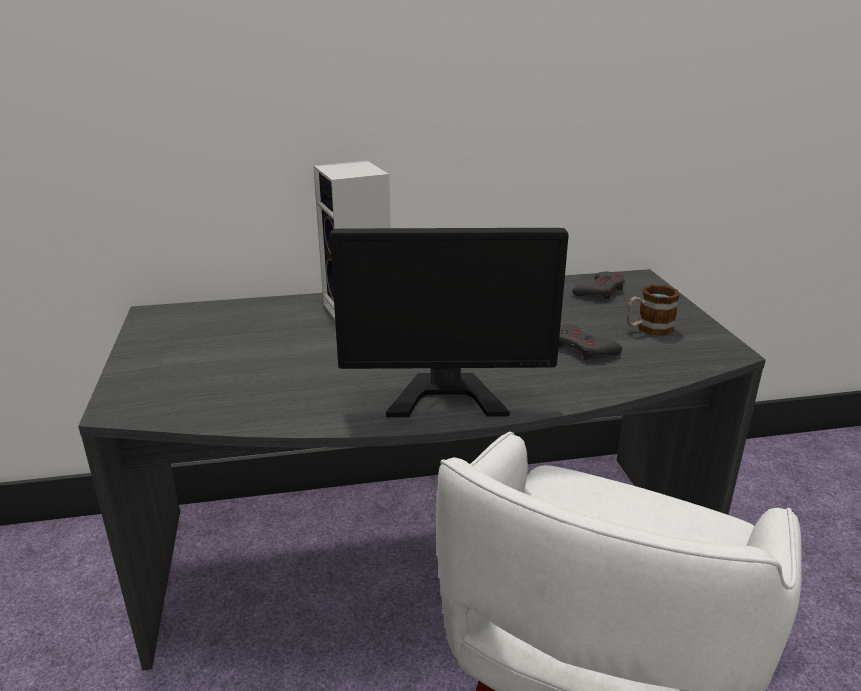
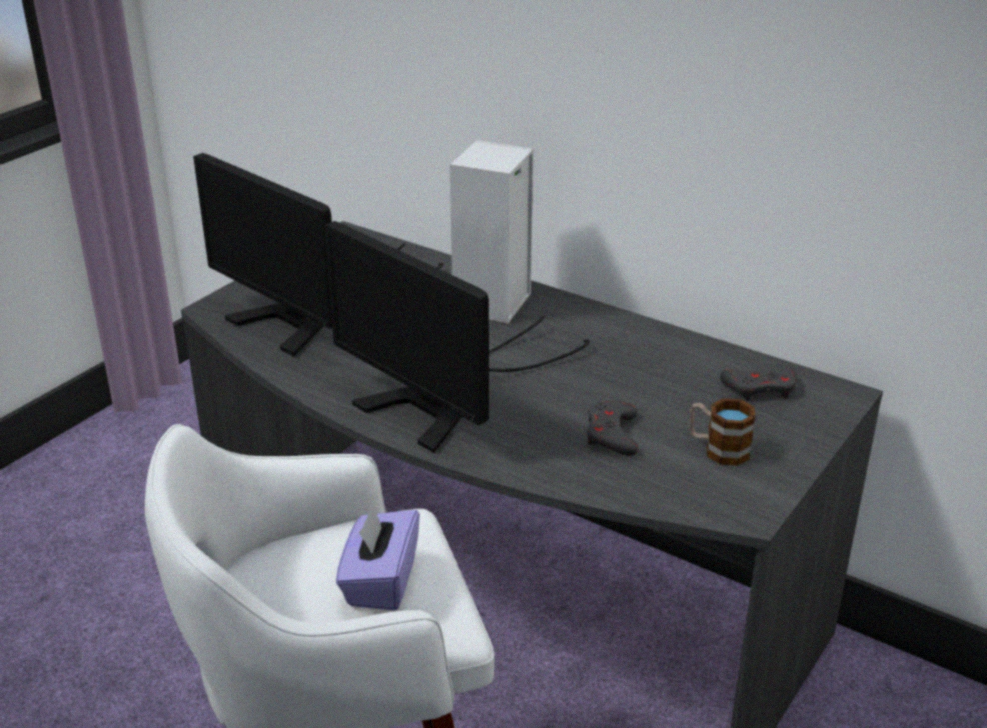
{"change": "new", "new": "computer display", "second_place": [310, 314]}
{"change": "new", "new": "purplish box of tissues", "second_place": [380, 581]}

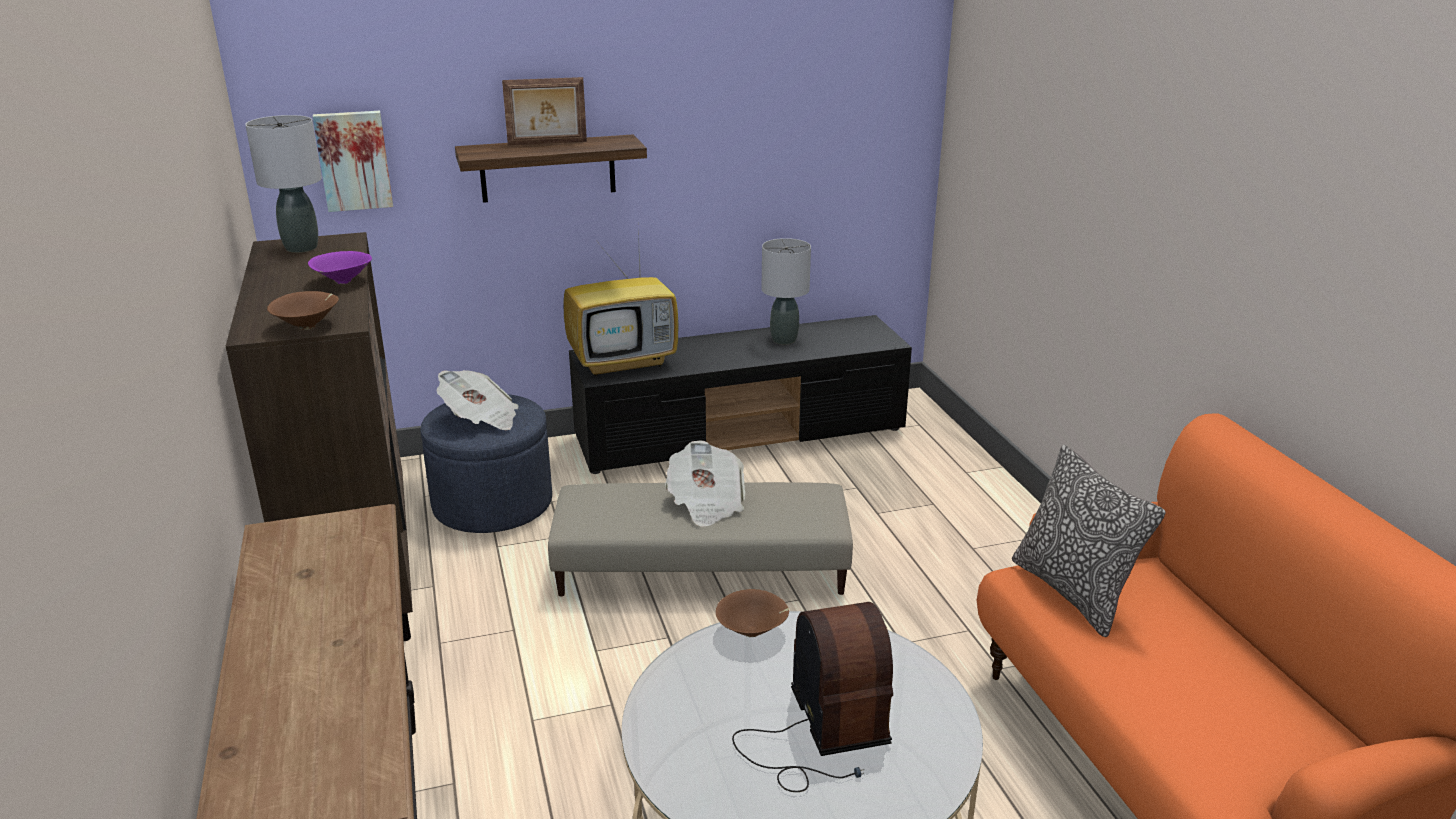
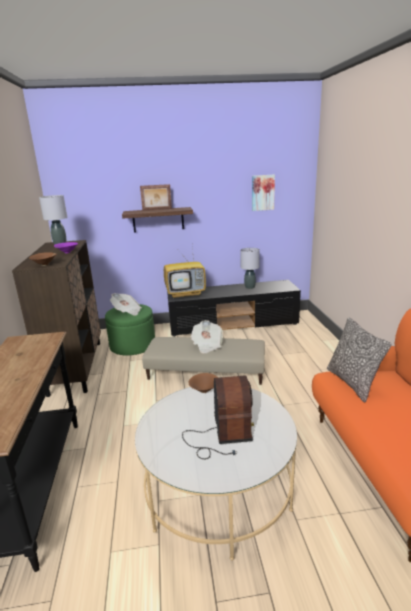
{"change": "shifted", "old": "wall art", "first_place": [354, 160], "second_place": [262, 192]}
{"change": "repainted", "old": "blue-coloured footrest", "new": "green footrest", "first_place": [493, 504], "second_place": [133, 345]}

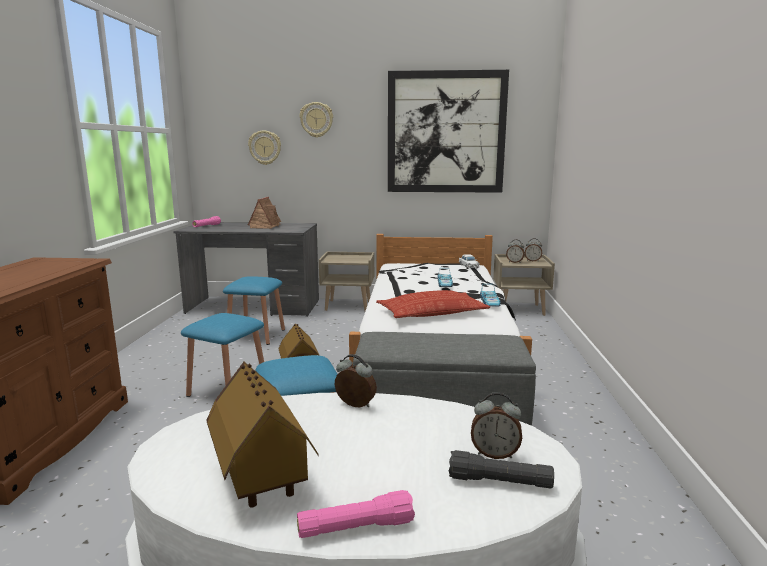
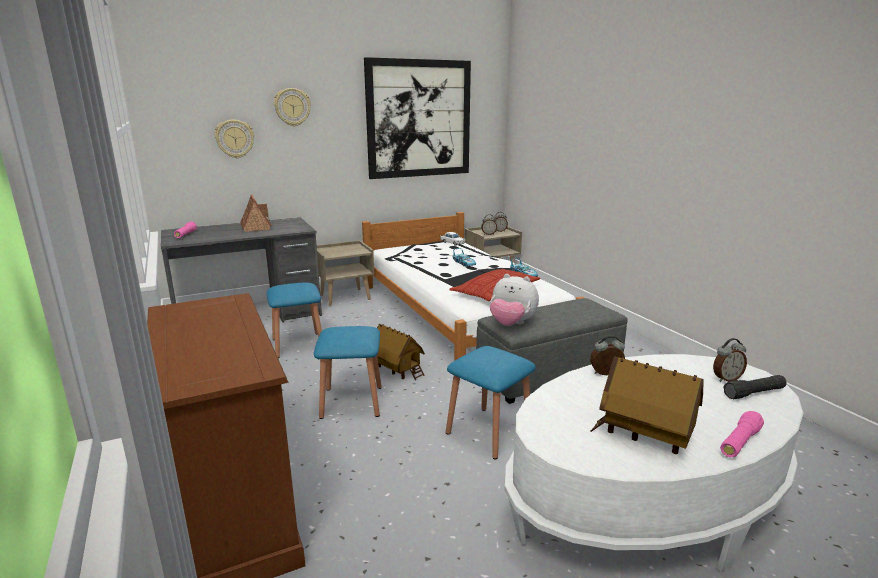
{"change": "new", "new": "plush toy", "second_place": [511, 324]}

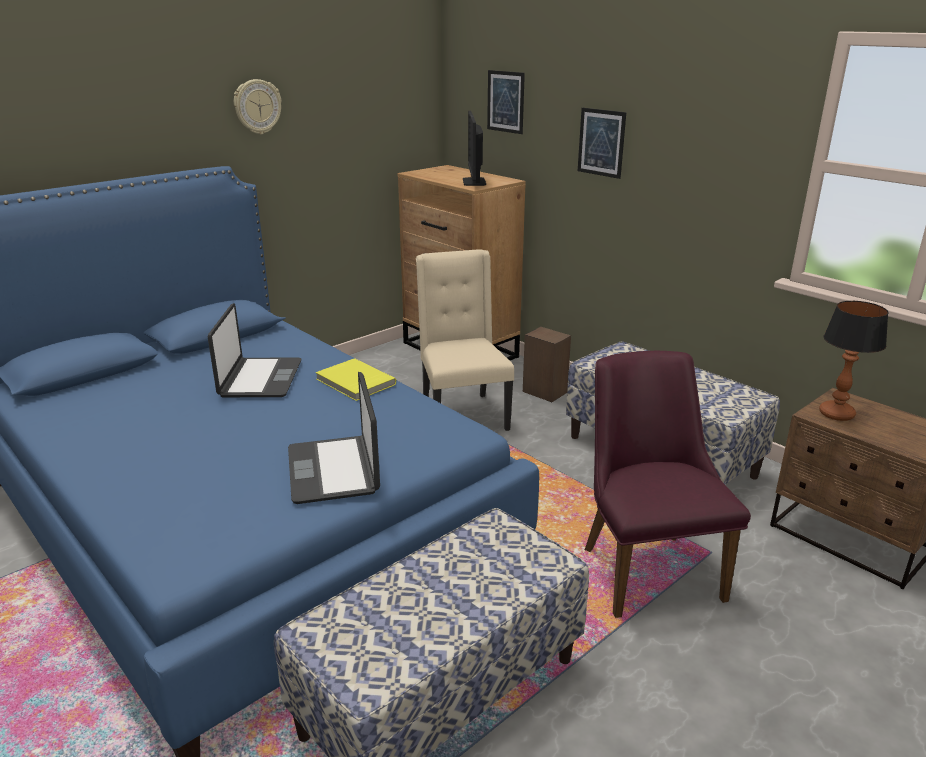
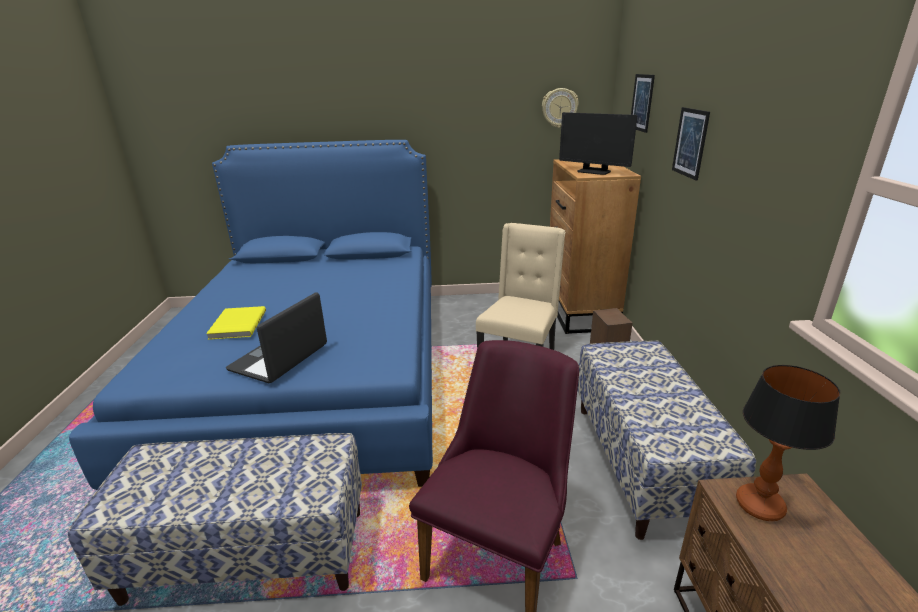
{"change": "gone", "old": "notebook computer", "first_place": [259, 379]}
{"change": "shifted", "old": "wall clock", "first_place": [257, 107], "second_place": [559, 108]}
{"change": "shifted", "old": "yellowish volume", "first_place": [354, 382], "second_place": [237, 325]}
{"change": "rotated", "old": "computer display", "first_place": [474, 182], "second_place": [594, 171], "degrees": -90}

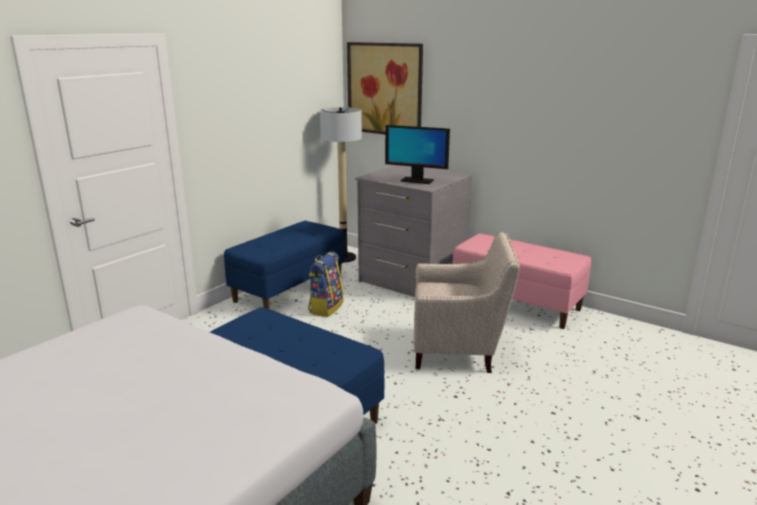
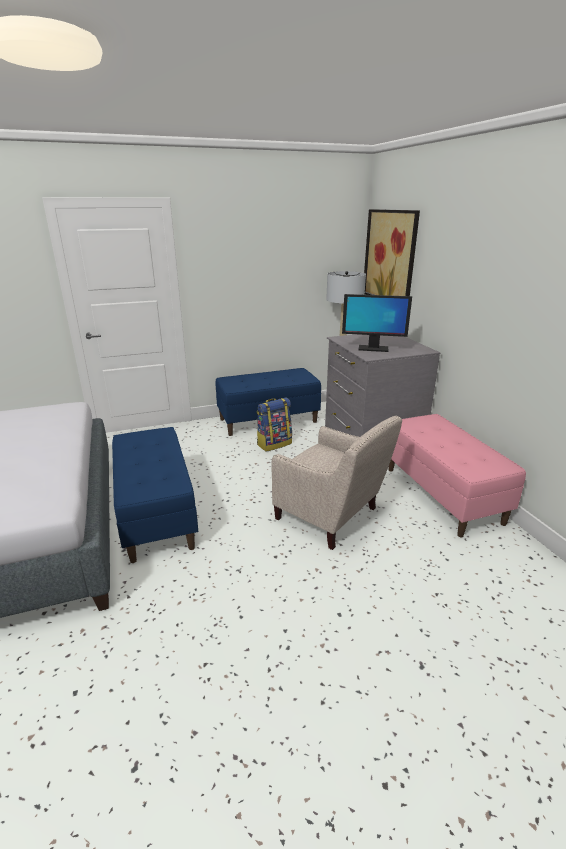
{"change": "rotated", "old": "computer display", "first_place": [416, 181], "second_place": [373, 349], "degrees": -45}

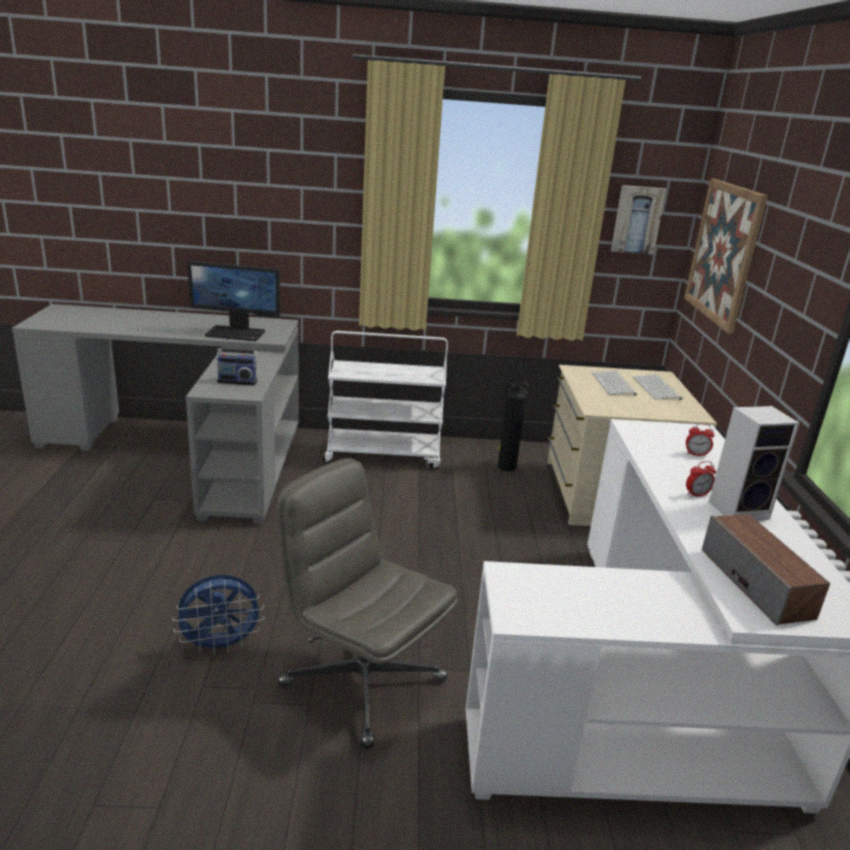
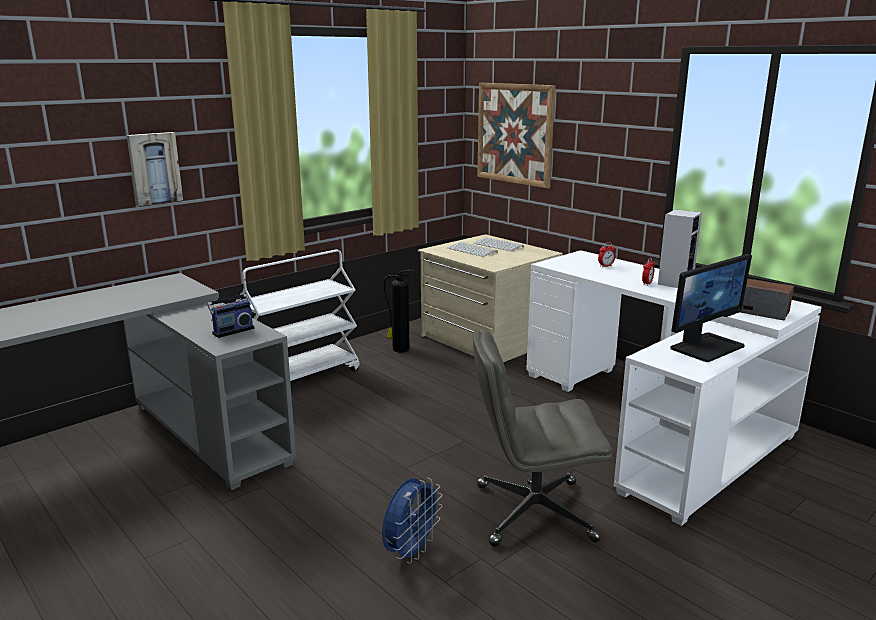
{"change": "shifted", "old": "computer display", "first_place": [236, 333], "second_place": [706, 347]}
{"change": "shifted", "old": "wall art", "first_place": [637, 219], "second_place": [154, 168]}

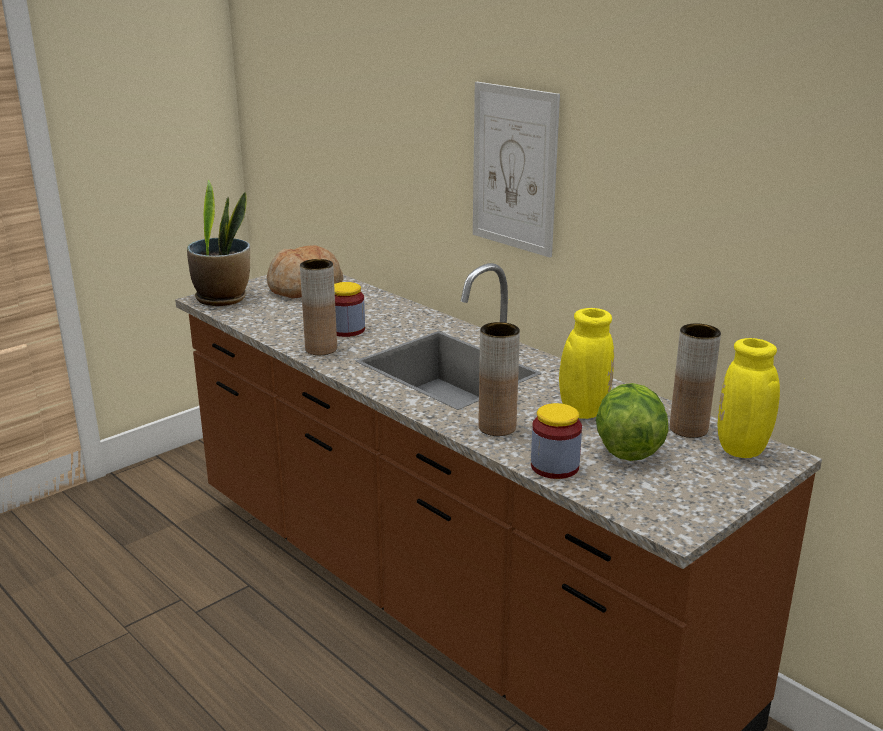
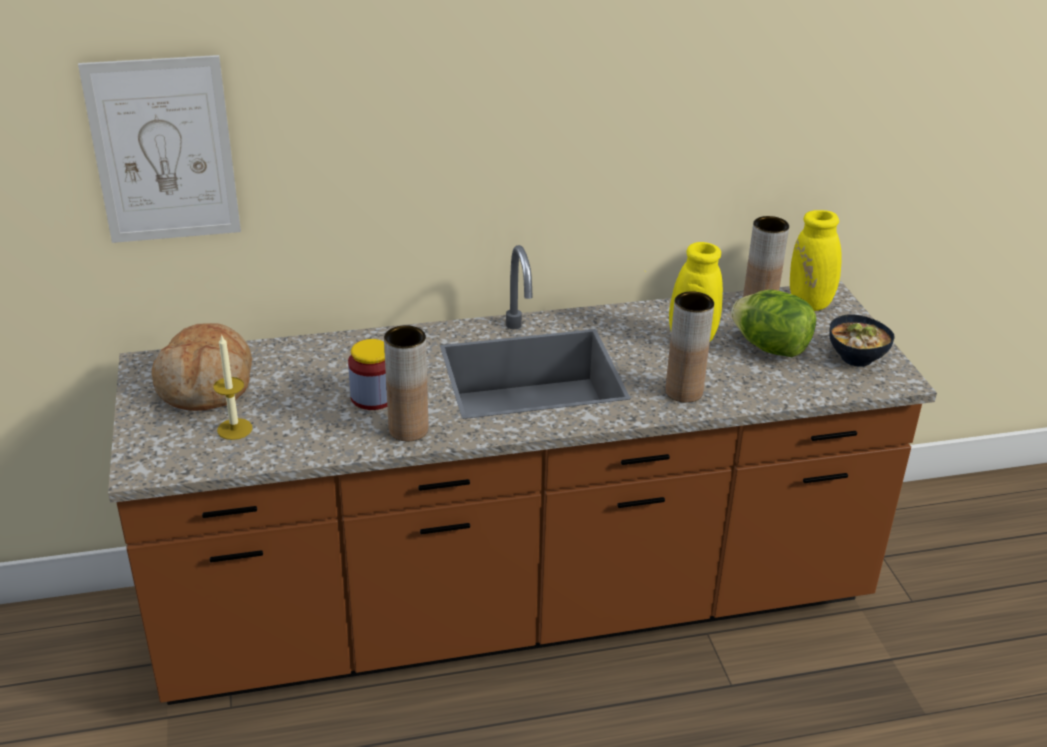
{"change": "gone", "old": "potted plant", "first_place": [223, 298]}
{"change": "gone", "old": "jar", "first_place": [554, 467]}
{"change": "new", "new": "candle", "second_place": [234, 429]}
{"change": "new", "new": "bowl", "second_place": [856, 357]}
{"change": "shifted", "old": "wall art", "first_place": [514, 168], "second_place": [163, 151]}

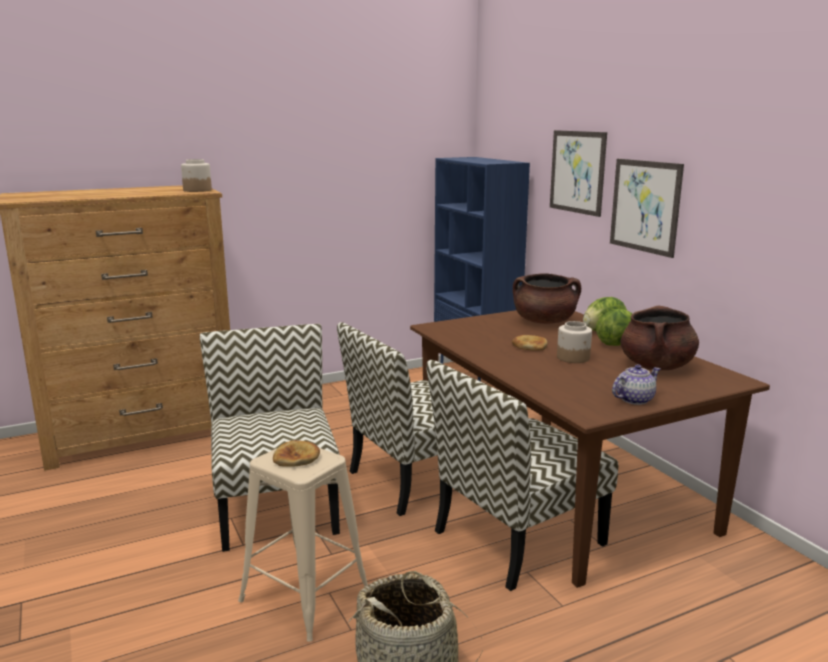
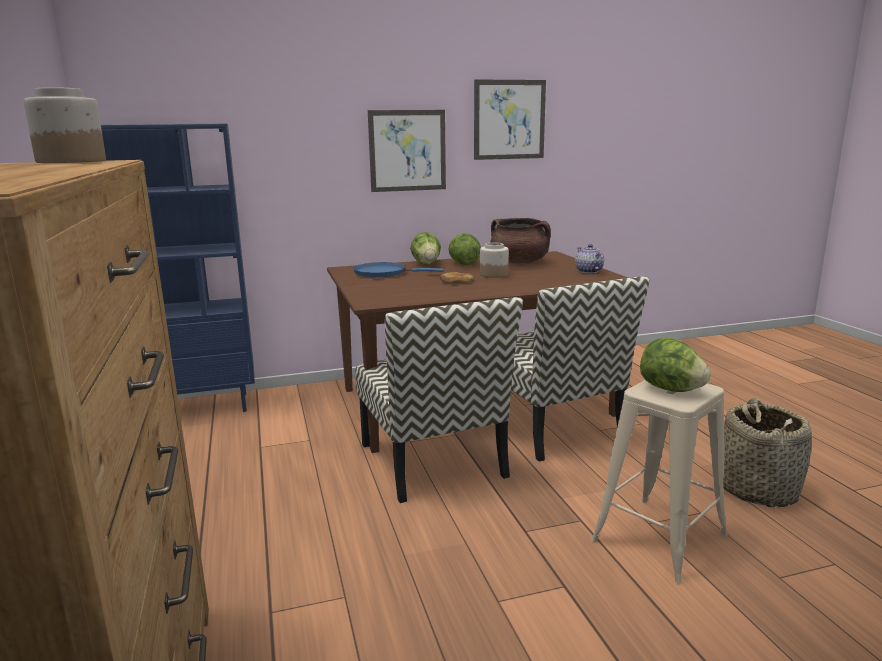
{"change": "gone", "old": "upright chair", "first_place": [275, 508]}
{"change": "shifted", "old": "wall art", "first_place": [577, 172], "second_place": [509, 120]}
{"change": "swapped", "old": "bakery bread", "new": "head of lettuce", "first_place": [296, 457], "second_place": [670, 389]}
{"change": "swapped", "old": "brown stockpot", "new": "blue-coloured frying pan", "first_place": [544, 321], "second_place": [384, 273]}

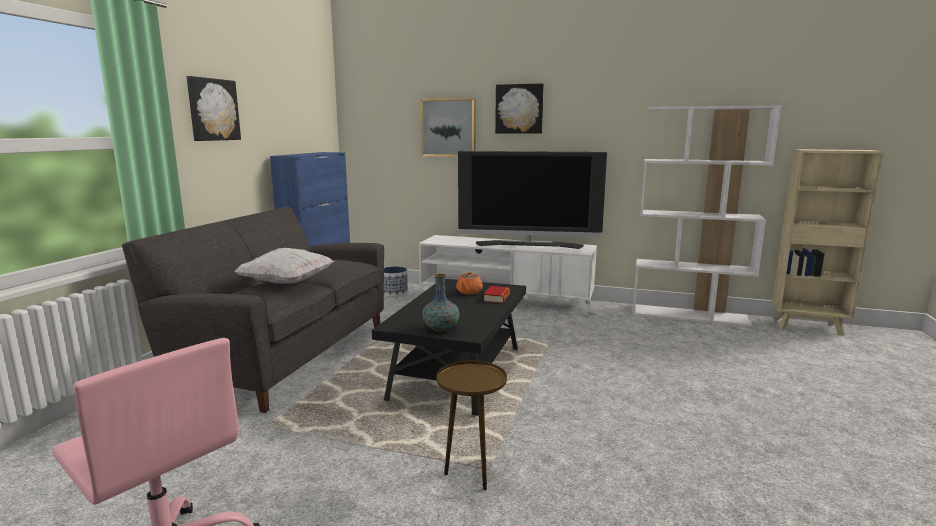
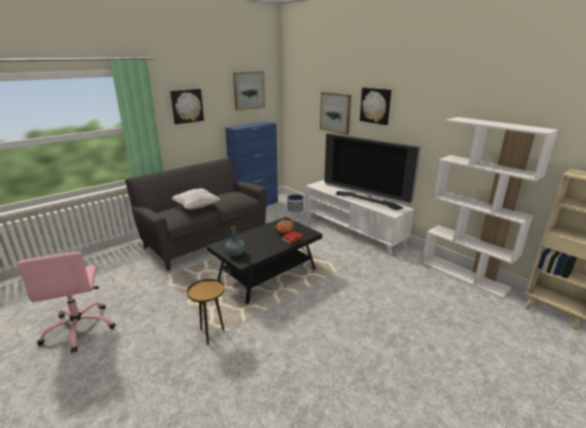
{"change": "new", "new": "wall art", "second_place": [248, 90]}

